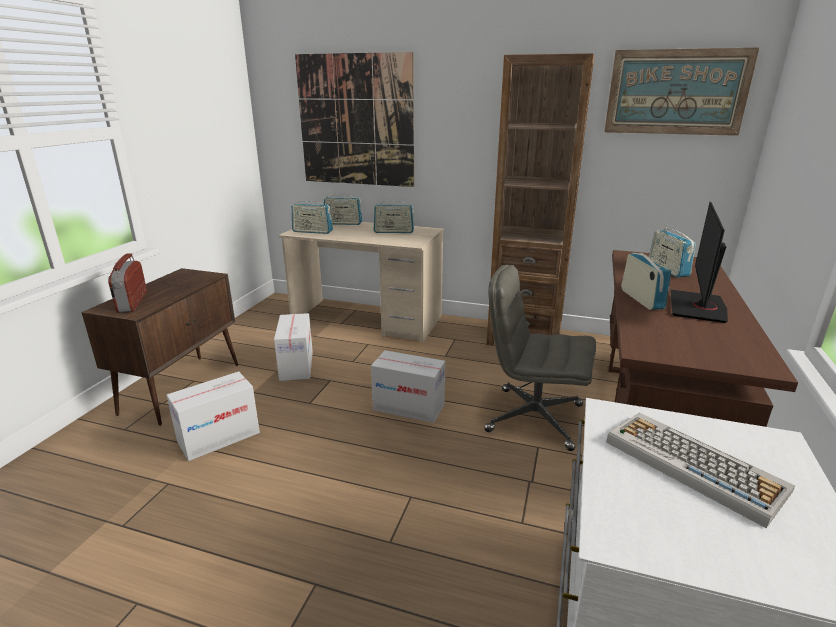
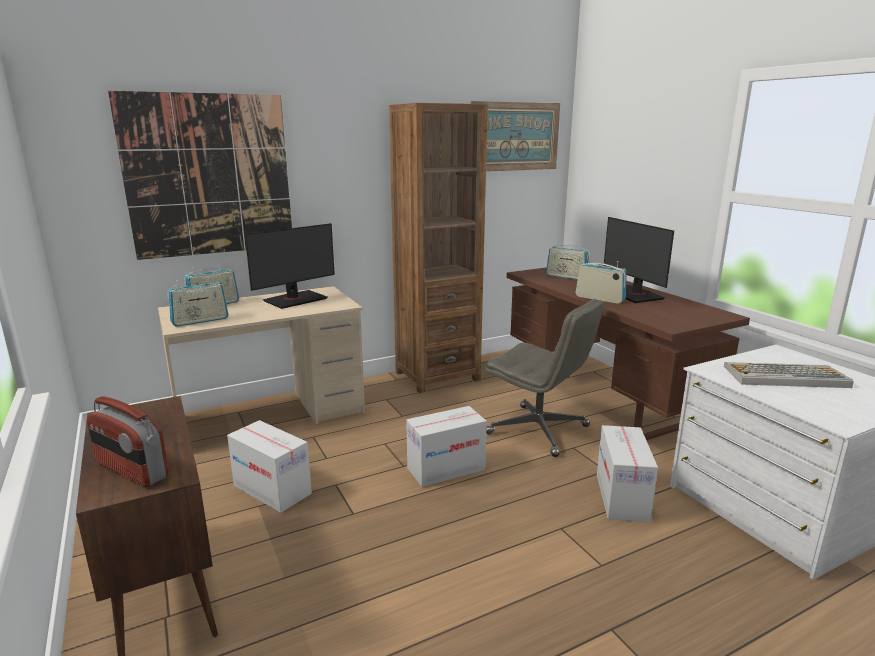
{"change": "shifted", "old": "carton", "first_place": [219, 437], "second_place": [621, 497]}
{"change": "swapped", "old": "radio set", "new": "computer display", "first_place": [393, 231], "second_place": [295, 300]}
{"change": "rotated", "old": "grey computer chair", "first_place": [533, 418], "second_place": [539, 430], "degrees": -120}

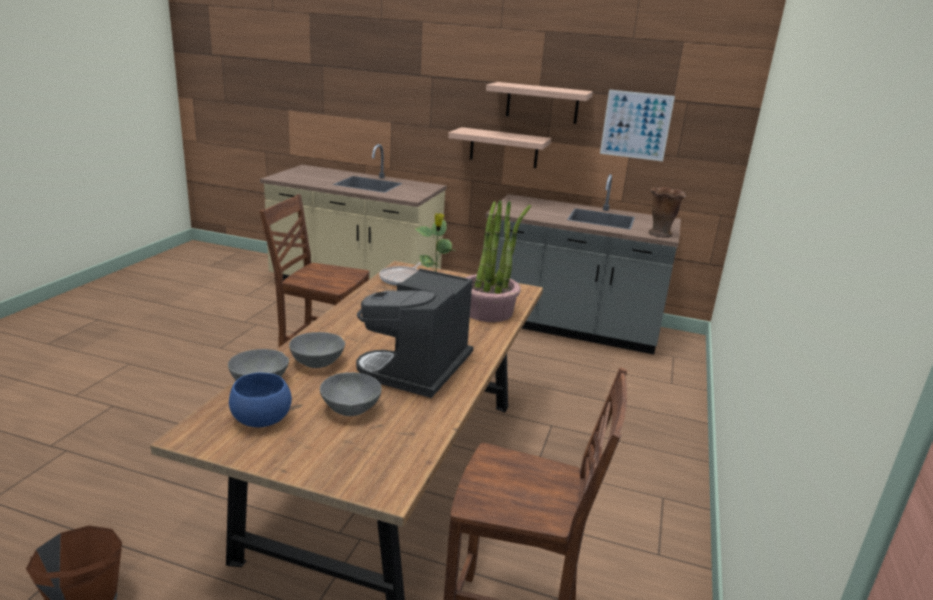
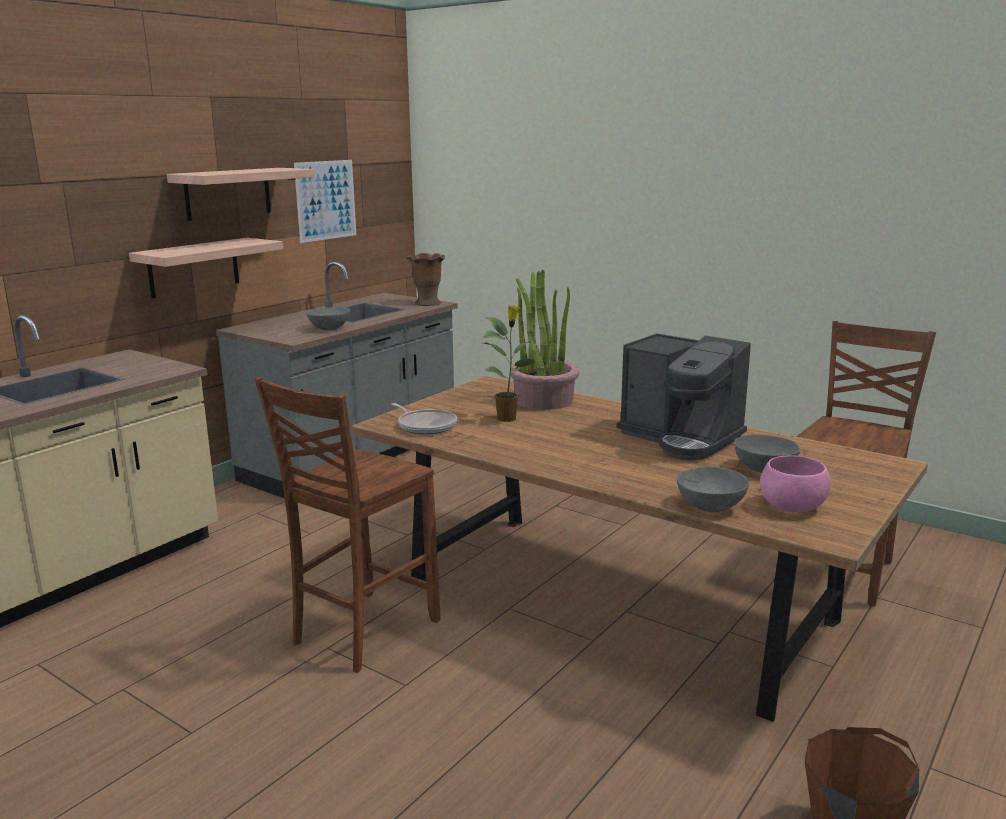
{"change": "shifted", "old": "grey bowl", "first_place": [317, 363], "second_place": [329, 328]}
{"change": "repainted", "old": "blue-coloured bowl", "new": "pink-coloured bowl", "first_place": [262, 419], "second_place": [792, 506]}

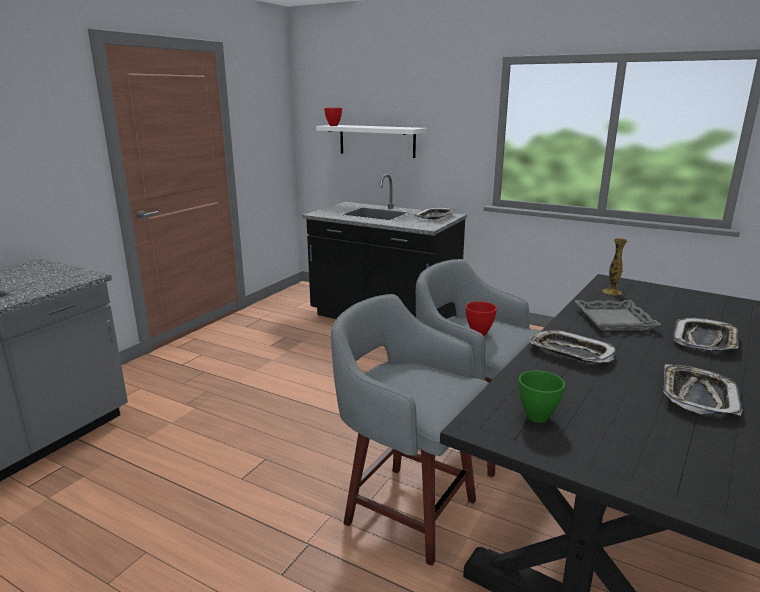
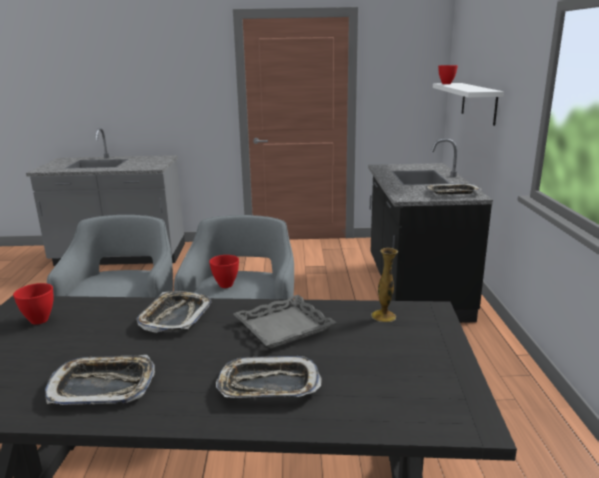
{"change": "repainted", "old": "green bowl", "new": "red bowl", "first_place": [536, 416], "second_place": [40, 320]}

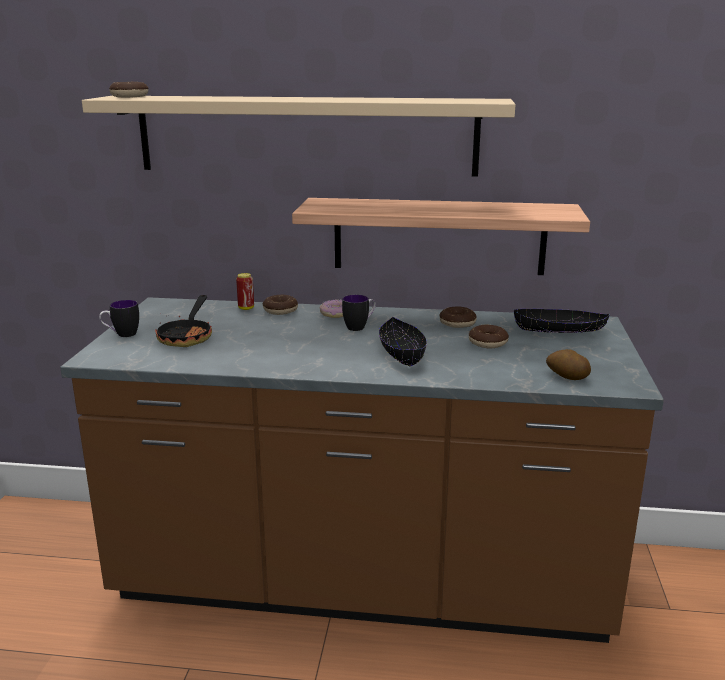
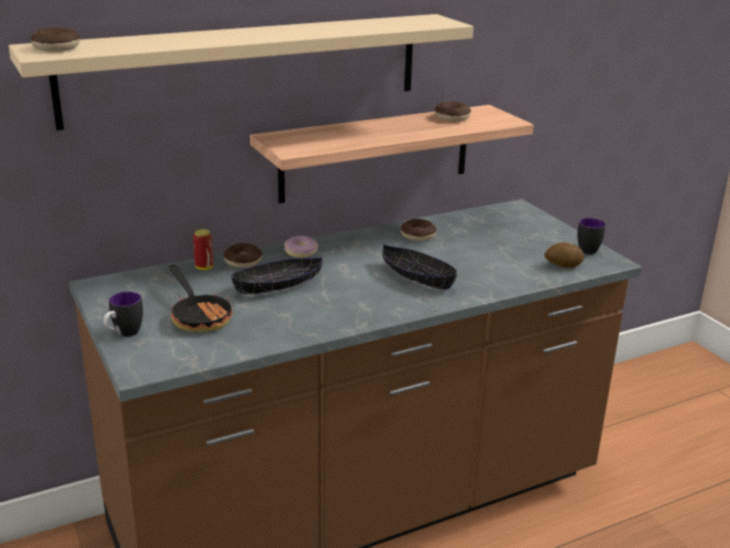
{"change": "shifted", "old": "tea mug", "first_place": [359, 327], "second_place": [588, 249]}
{"change": "shifted", "old": "donut", "first_place": [488, 343], "second_place": [452, 118]}
{"change": "shifted", "old": "black bowl", "first_place": [559, 330], "second_place": [278, 286]}

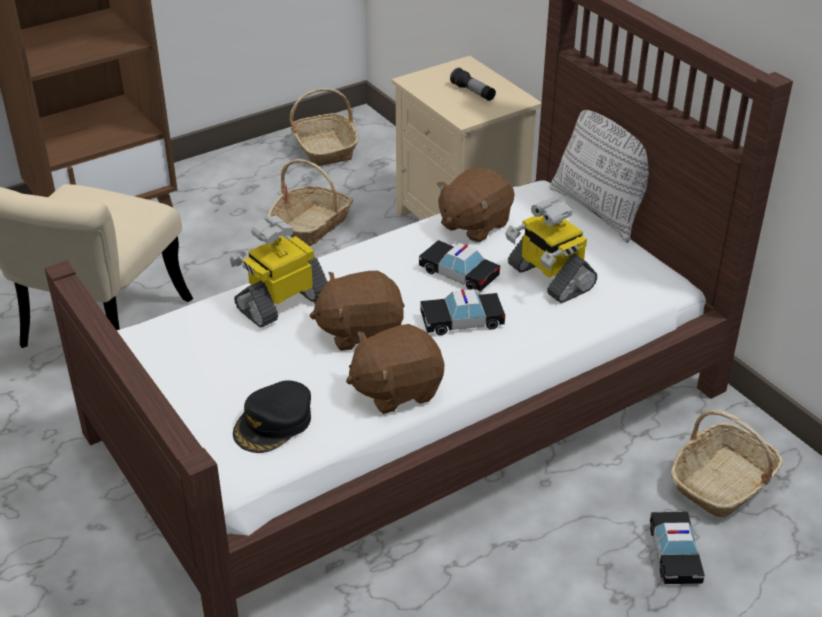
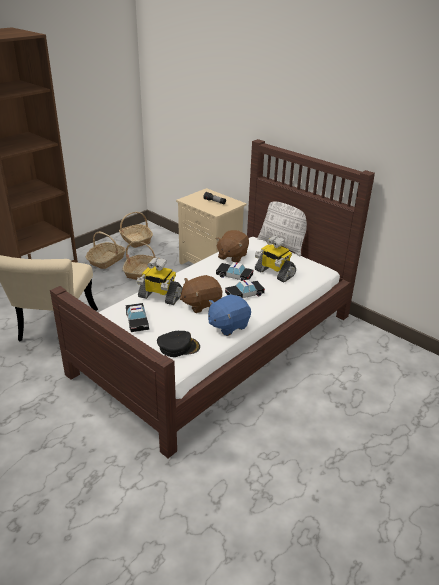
{"change": "shifted", "old": "toy car", "first_place": [674, 554], "second_place": [137, 321]}
{"change": "shifted", "old": "basket", "first_place": [722, 483], "second_place": [106, 260]}
{"change": "repainted", "old": "brown plush toy", "new": "blue-coloured plush toy", "first_place": [396, 389], "second_place": [228, 325]}
{"change": "rotated", "old": "robot figure", "first_place": [282, 302], "second_place": [159, 296], "degrees": -105}
{"change": "rotated", "old": "black baseball cap", "first_place": [274, 423], "second_place": [178, 347], "degrees": -120}

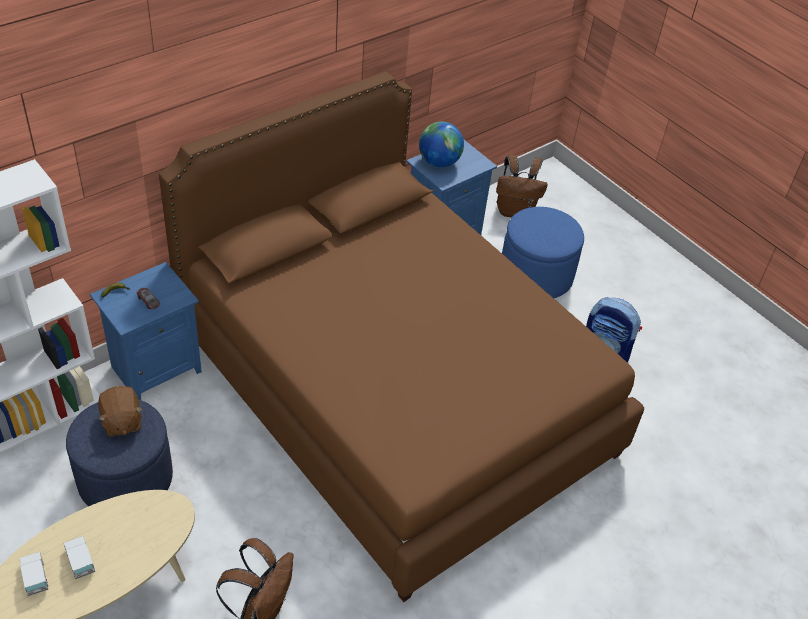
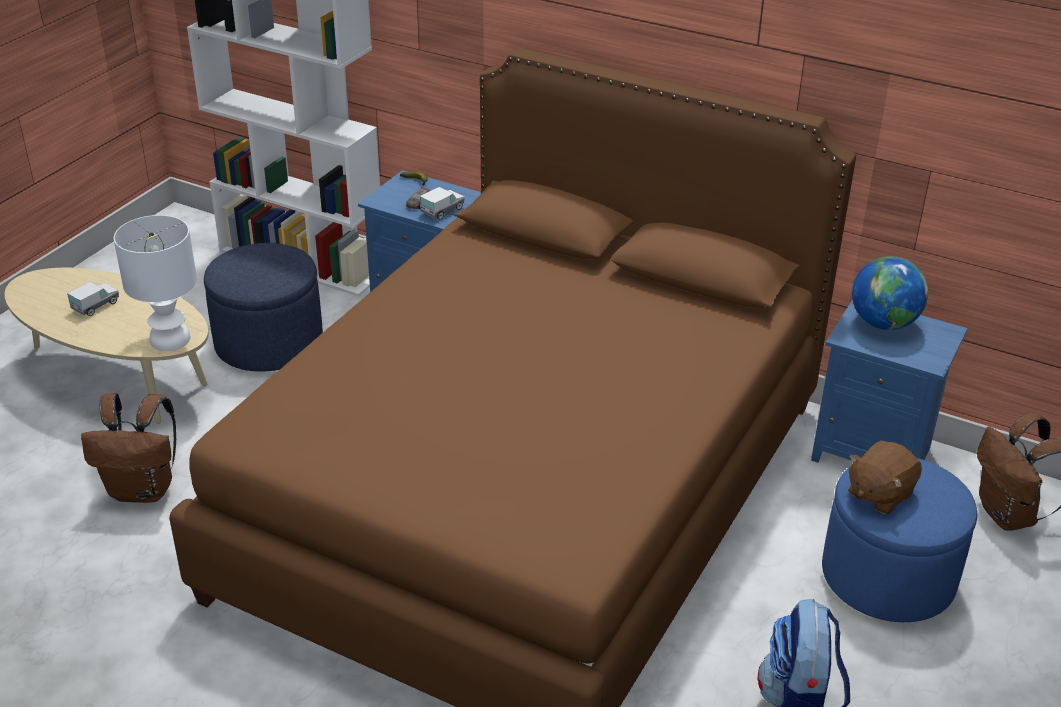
{"change": "new", "new": "white-coloured table lamp", "second_place": [171, 339]}
{"change": "shifted", "old": "model truck", "first_place": [35, 577], "second_place": [442, 211]}
{"change": "shifted", "old": "brown plush toy", "first_place": [121, 422], "second_place": [879, 494]}

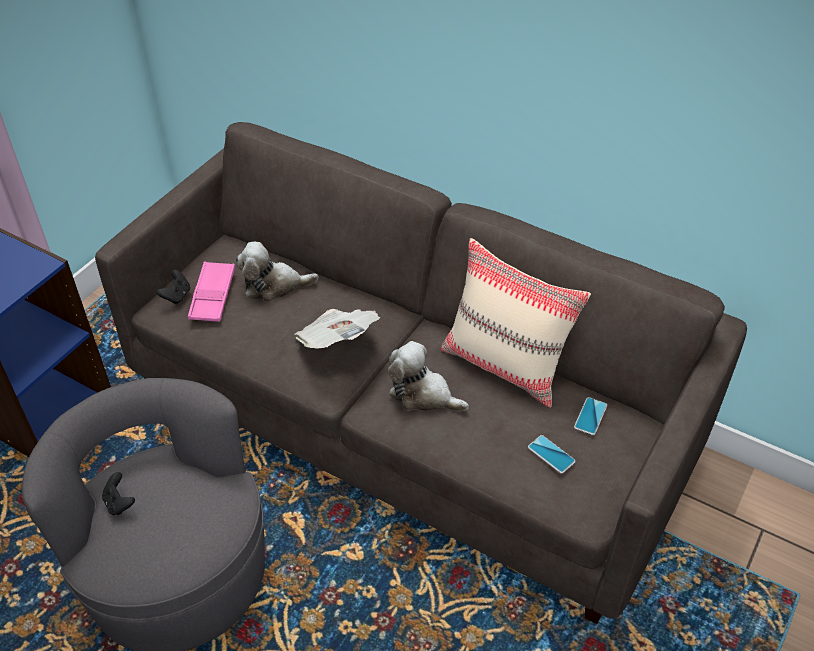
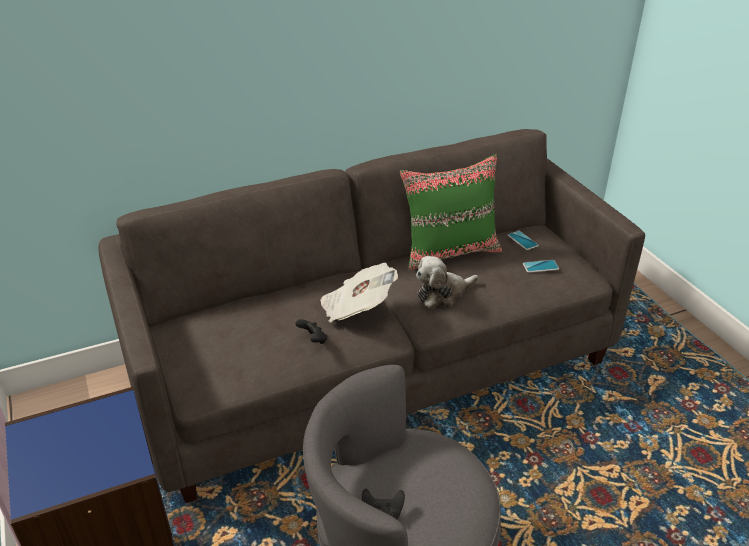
{"change": "gone", "old": "pink-coloured tray", "first_place": [213, 296]}
{"change": "gone", "old": "plush toy", "first_place": [274, 285]}
{"change": "shifted", "old": "black gamepad", "first_place": [177, 296], "second_place": [313, 340]}
{"change": "repainted", "old": "beige-coloured throw pillow", "new": "green throw pillow", "first_place": [505, 365], "second_place": [450, 252]}

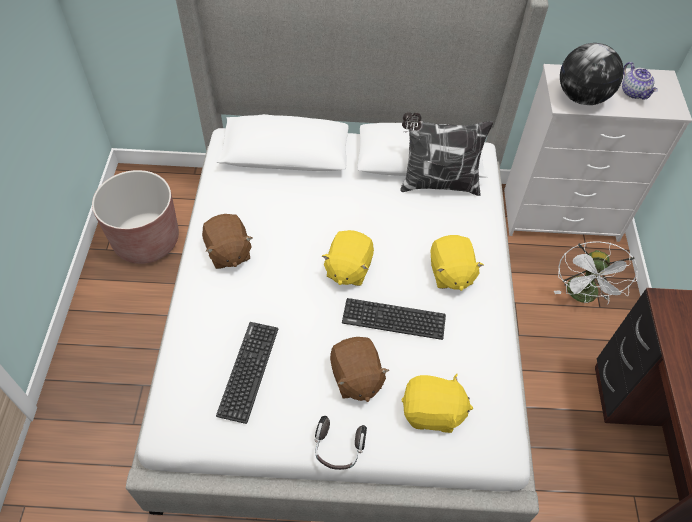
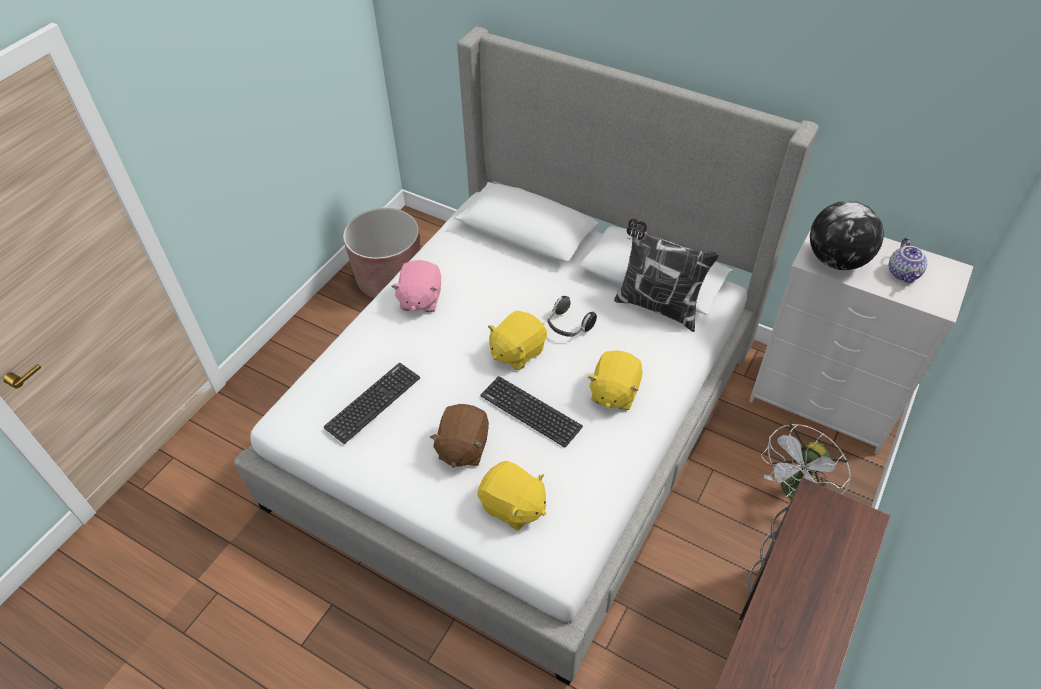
{"change": "shifted", "old": "headphones", "first_place": [338, 449], "second_place": [568, 326]}
{"change": "repainted", "old": "brown plush toy", "new": "pink-coloured plush toy", "first_place": [228, 252], "second_place": [420, 299]}

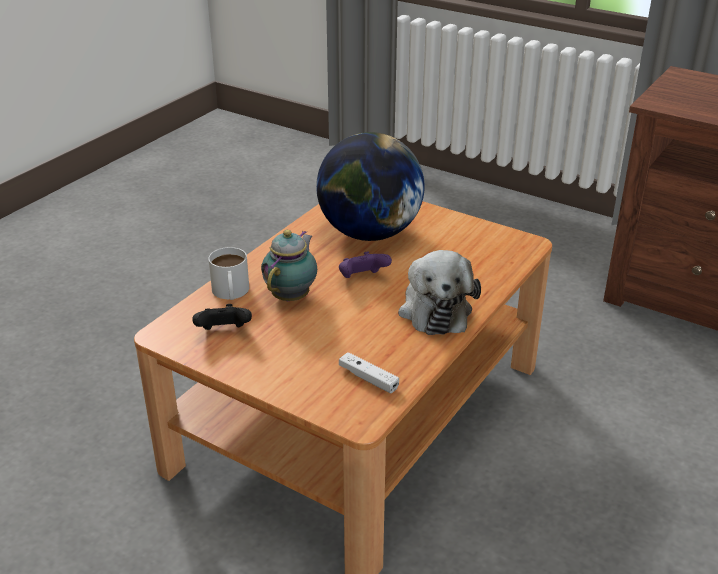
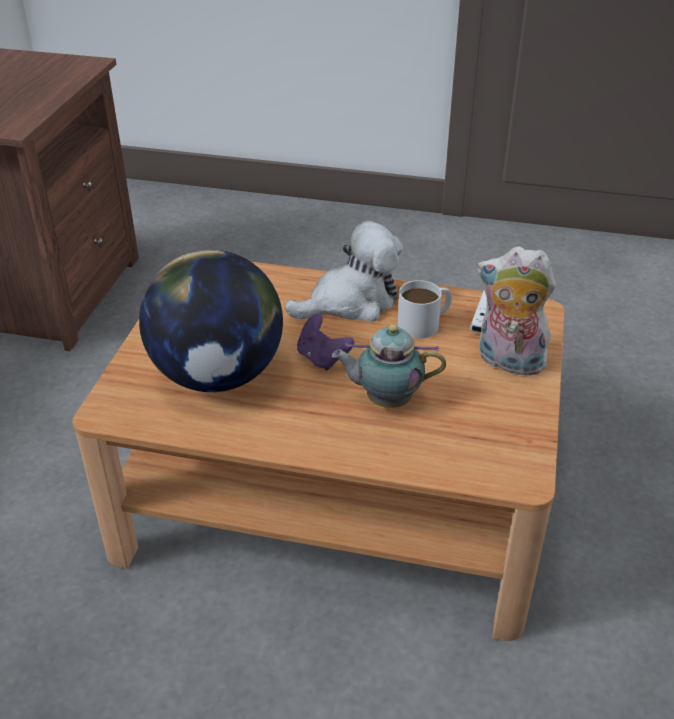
{"change": "gone", "old": "black gamepad", "first_place": [224, 332]}
{"change": "new", "new": "plush toy", "second_place": [507, 362]}
{"change": "shifted", "old": "white-coloured tea mug", "first_place": [231, 293], "second_place": [425, 323]}

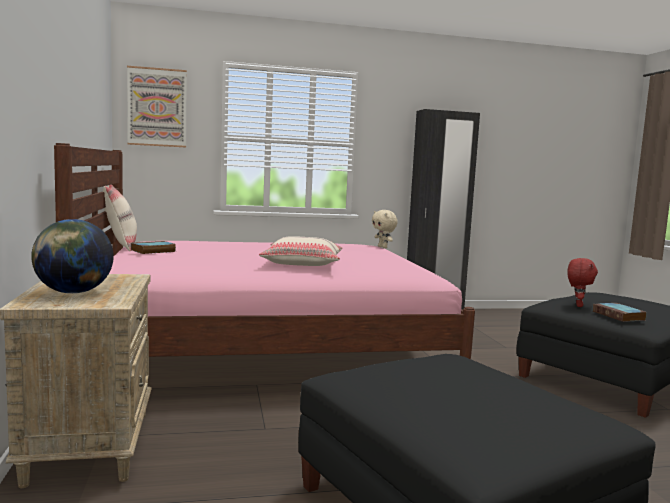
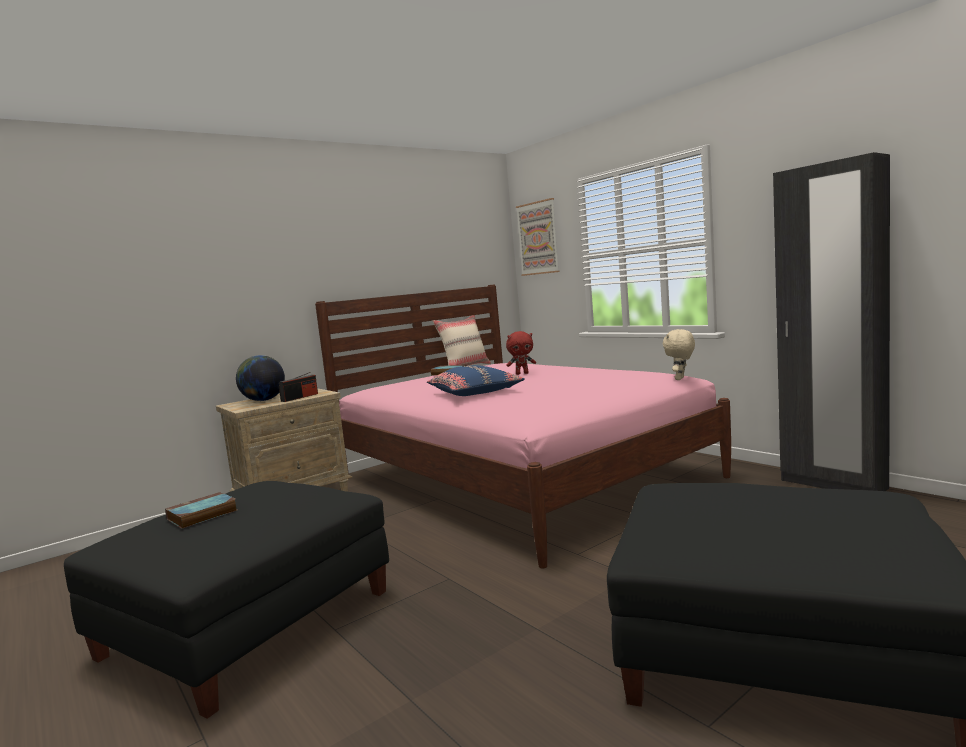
{"change": "new", "new": "radio set", "second_place": [300, 397]}
{"change": "shifted", "old": "red plush toy", "first_place": [577, 305], "second_place": [522, 373]}
{"change": "shifted", "old": "volume", "first_place": [619, 316], "second_place": [201, 515]}
{"change": "repainted", "old": "beige-coloured throw pillow", "new": "blue-coloured throw pillow", "first_place": [302, 263], "second_place": [475, 392]}

